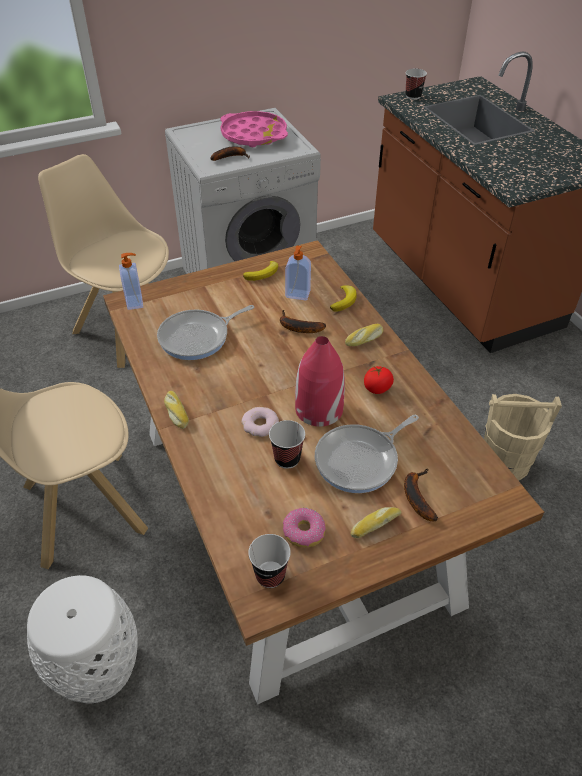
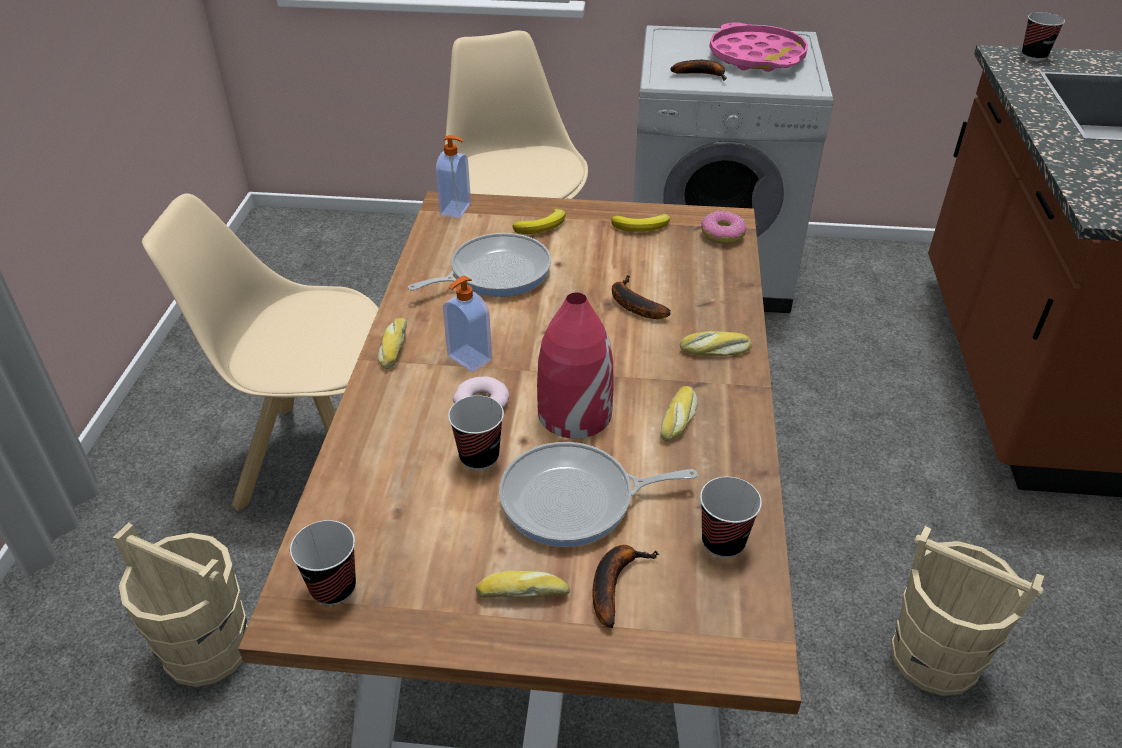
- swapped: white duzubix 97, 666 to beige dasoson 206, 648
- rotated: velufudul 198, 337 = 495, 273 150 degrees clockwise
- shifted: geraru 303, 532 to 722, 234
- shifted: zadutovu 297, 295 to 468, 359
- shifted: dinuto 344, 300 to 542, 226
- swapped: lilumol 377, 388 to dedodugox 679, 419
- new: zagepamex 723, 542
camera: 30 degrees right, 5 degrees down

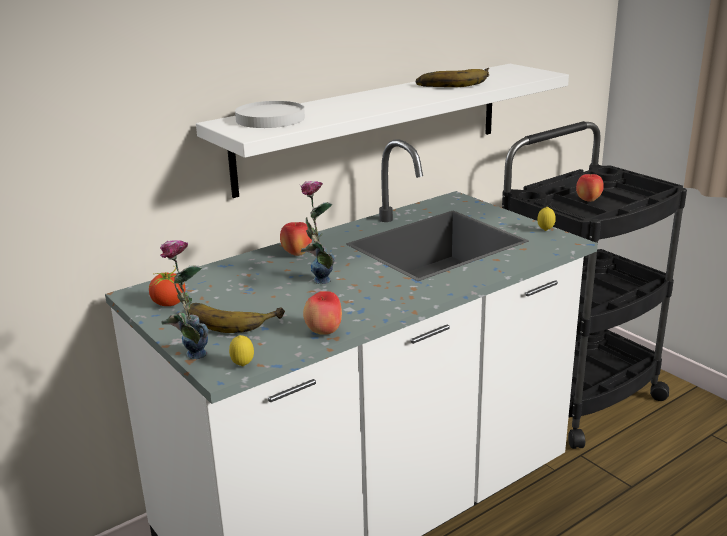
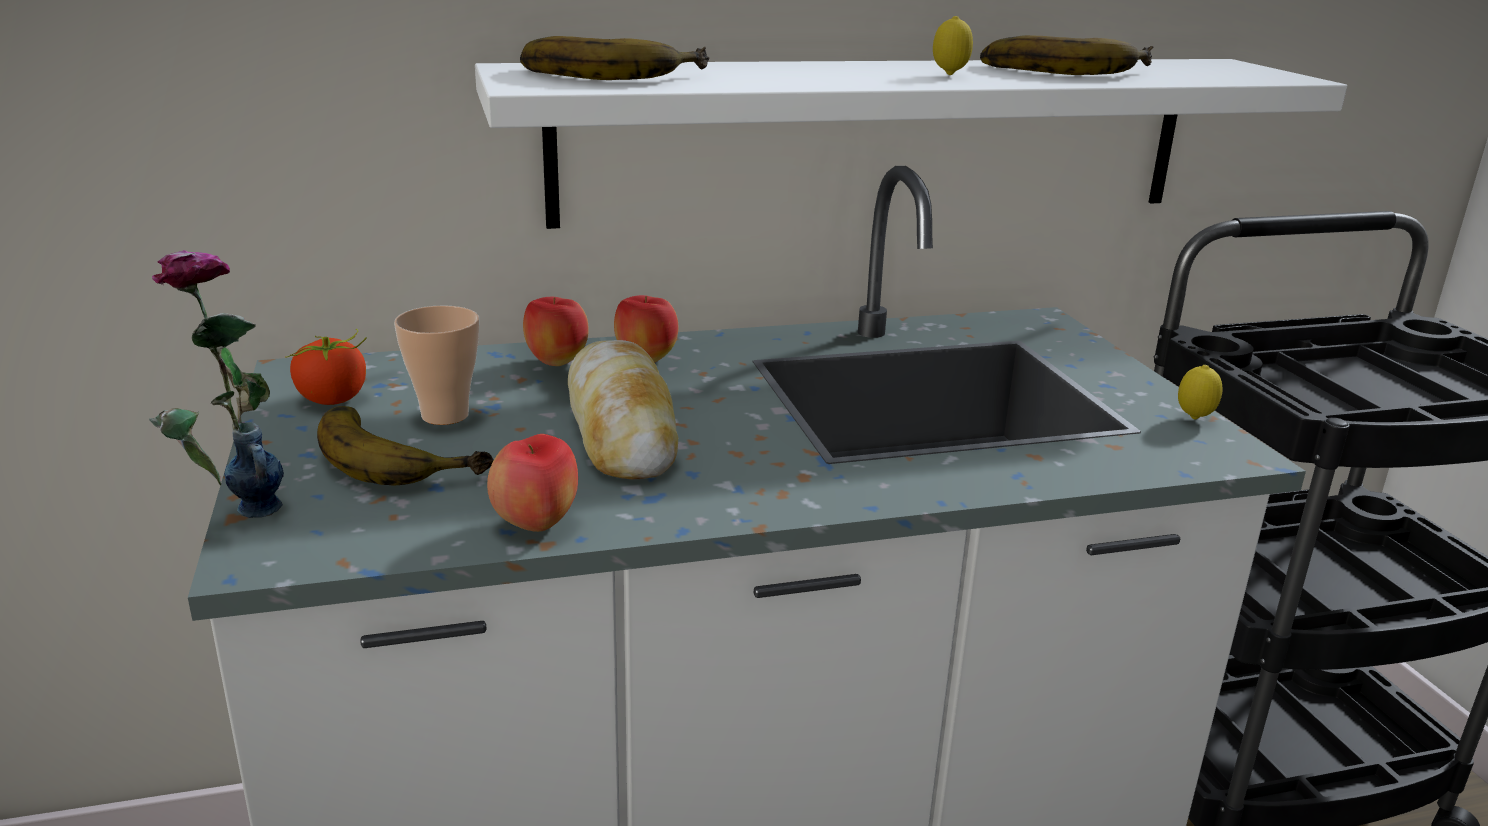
- shifted: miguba 243, 366 to 949, 75
- swapped: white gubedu 270, 119 to dinuto 610, 73
- swapped: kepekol 318, 286 to dedodugox 621, 428
- shifted: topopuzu 588, 200 to 556, 362
- new: zagepamex 445, 415
camera: 20 degrees right, 0 degrees up

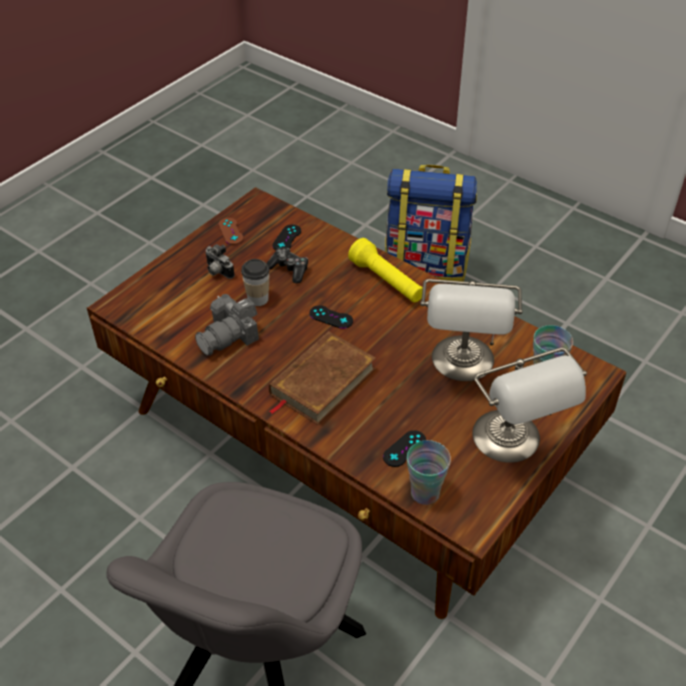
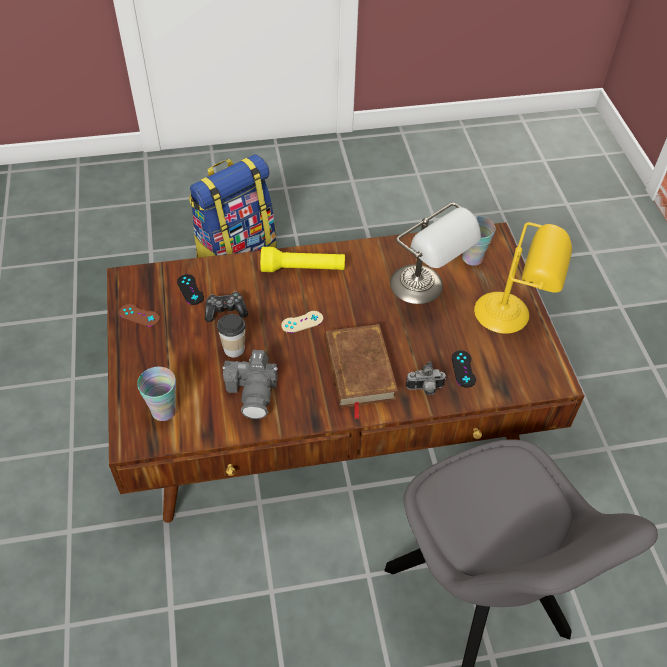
- shifted: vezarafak 217, 272 to 425, 389
- repainted: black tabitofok 331, 317 to beige tabitofok 302, 322
- shifted: zagepamex 425, 493 to 164, 411
- repainted: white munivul 514, 446 to yellow munivul 513, 314
camera: 50 degrees left, 5 degrees up

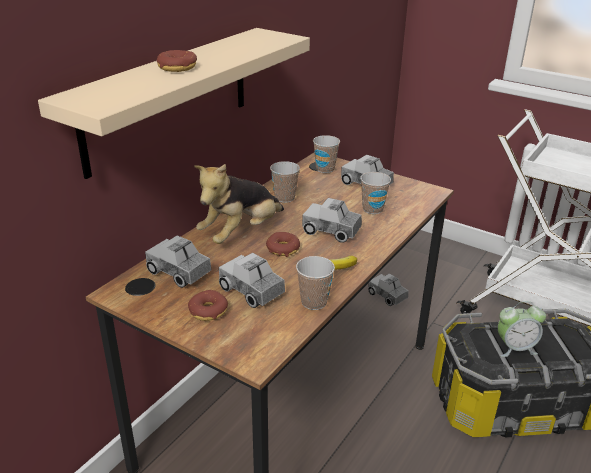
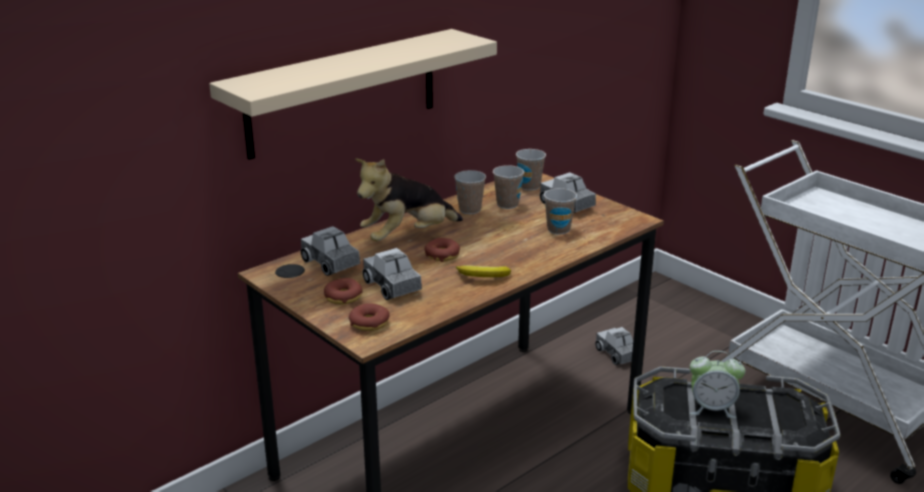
- shifted: geraru 177, 68 to 369, 323
- shifted: zagepamex 314, 302 to 507, 204
- gone: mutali 331, 231
camera: 15 degrees right, 5 degrees down

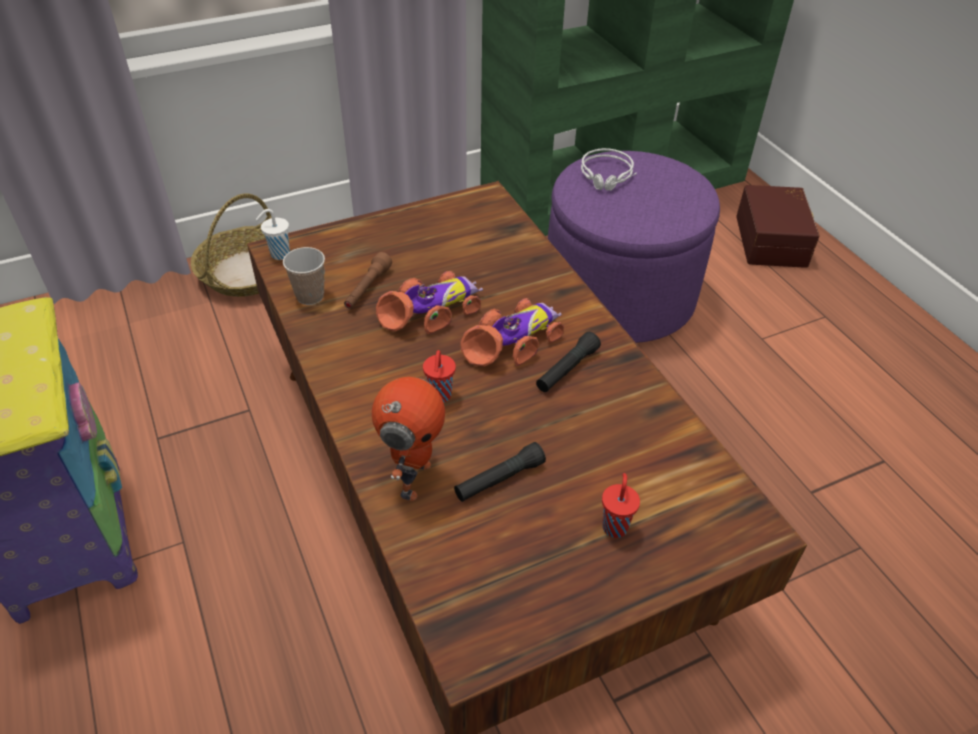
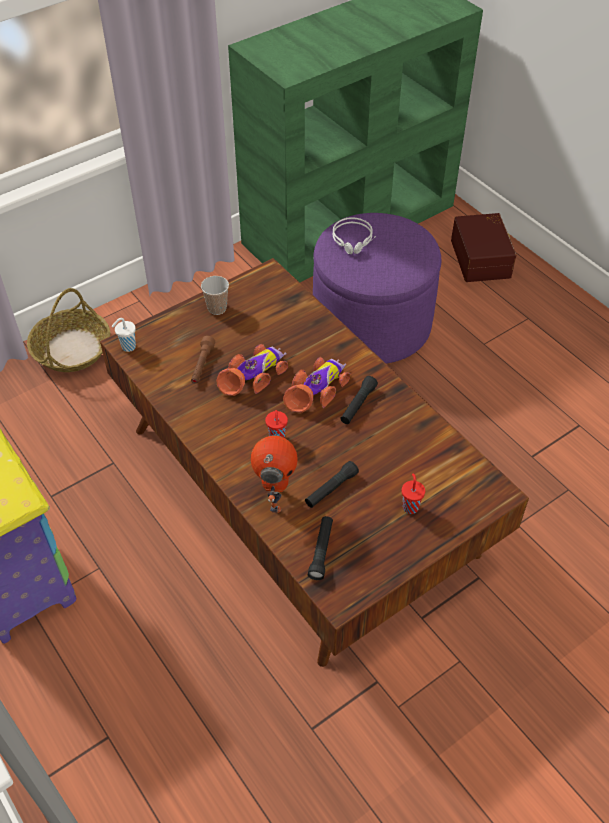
- shifted: zagepamex 310, 296 to 217, 308
- new: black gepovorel 321, 551
camera: 10 degrees left, 5 degrees up

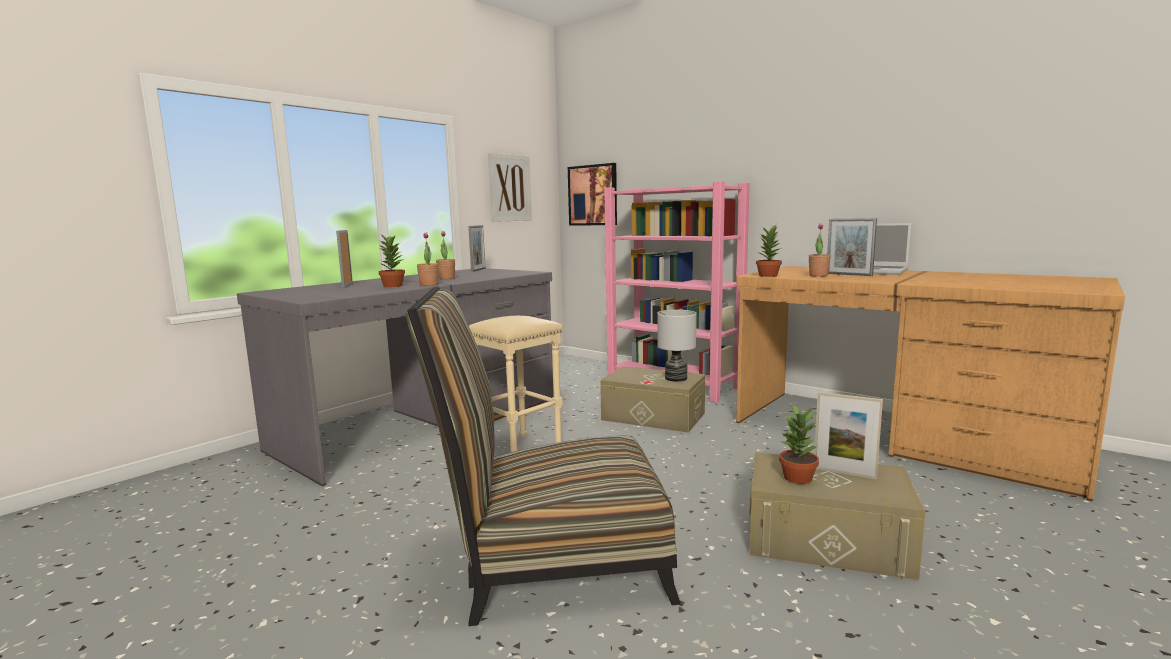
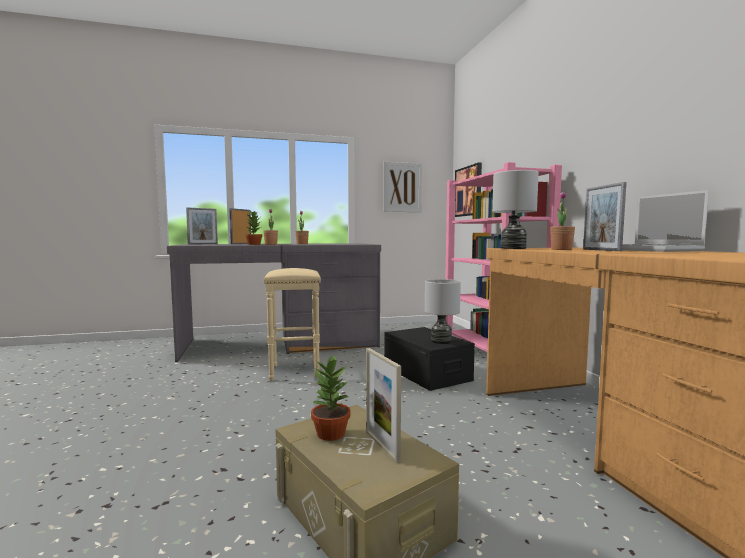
- gone: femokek 551, 563
- shifted: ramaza 478, 270 to 203, 244
- repainted: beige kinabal 653, 416 to black kinabal 426, 373
- swapped: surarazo 768, 275 to grey munivul 513, 248
camera: 35 degrees right, 5 degrees down

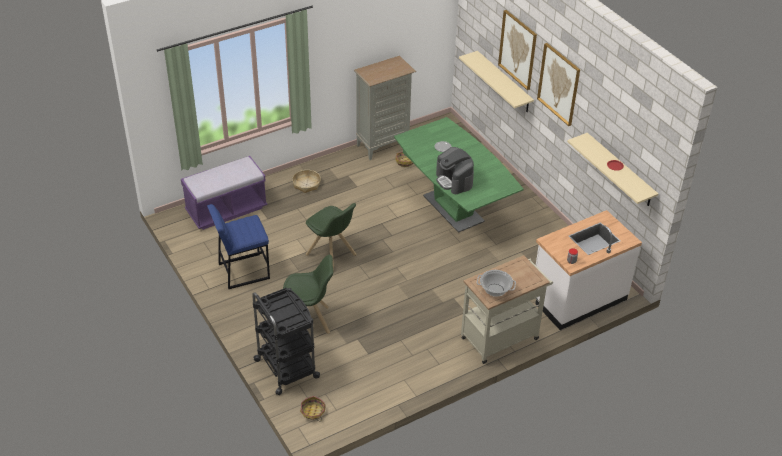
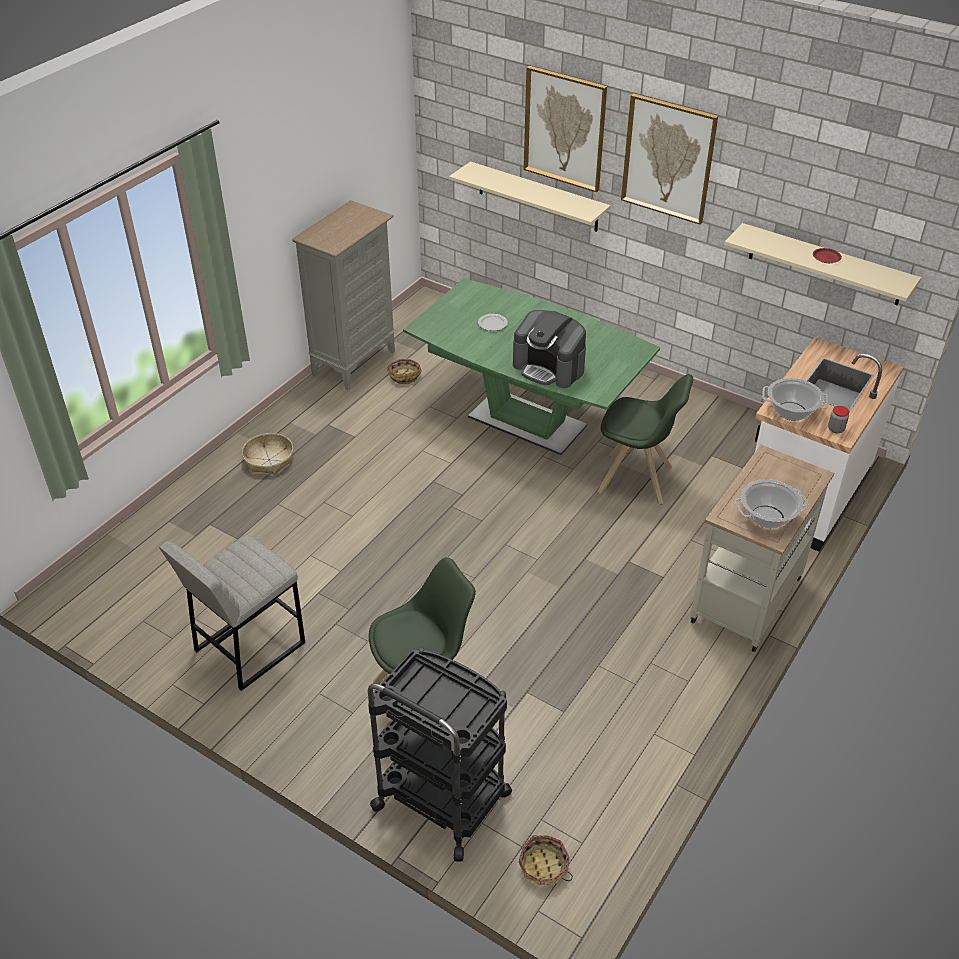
- gone: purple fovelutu 226, 210
- repainted: blue femokek 242, 271 to grey femokek 247, 648
- shifted: green femokek 331, 254 to 636, 479
- new: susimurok 792, 411
camera: 25 degrees left, 0 degrees up

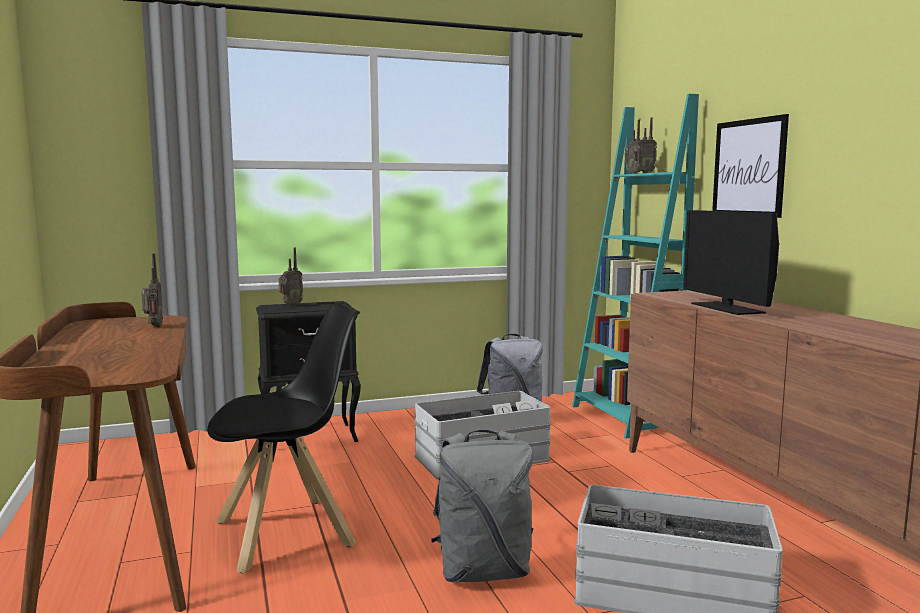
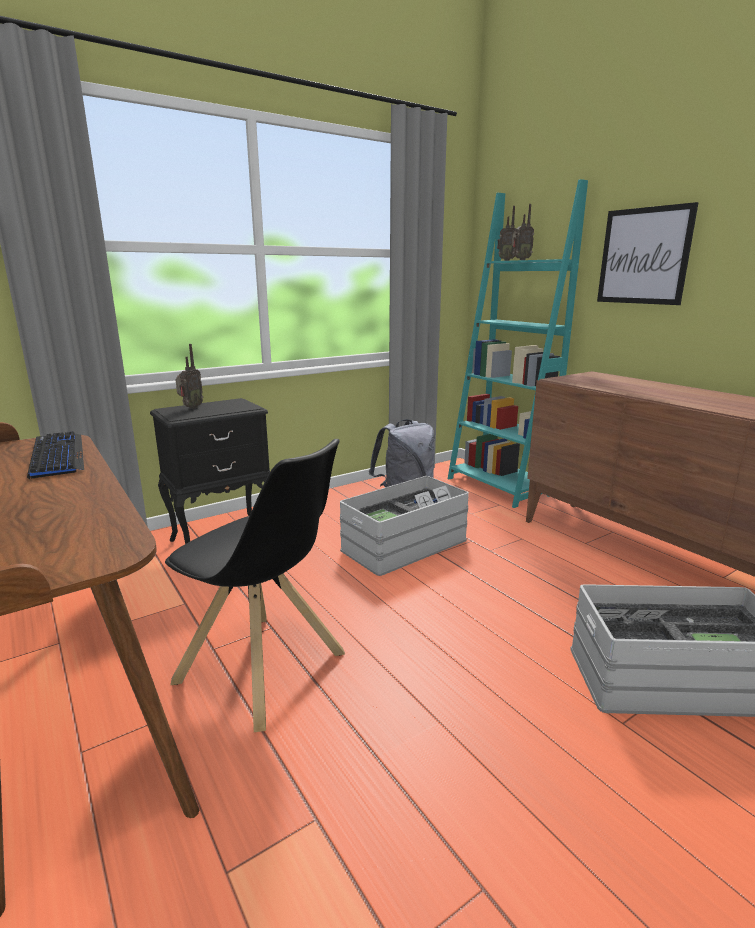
- swapped: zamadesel 153, 327 to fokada 57, 456
- rotated: black femokek 289, 532 = 264, 669 75 degrees clockwise
- gone: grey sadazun 483, 571
- gone: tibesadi 726, 308
camera: 15 degrees left, 10 degrees up

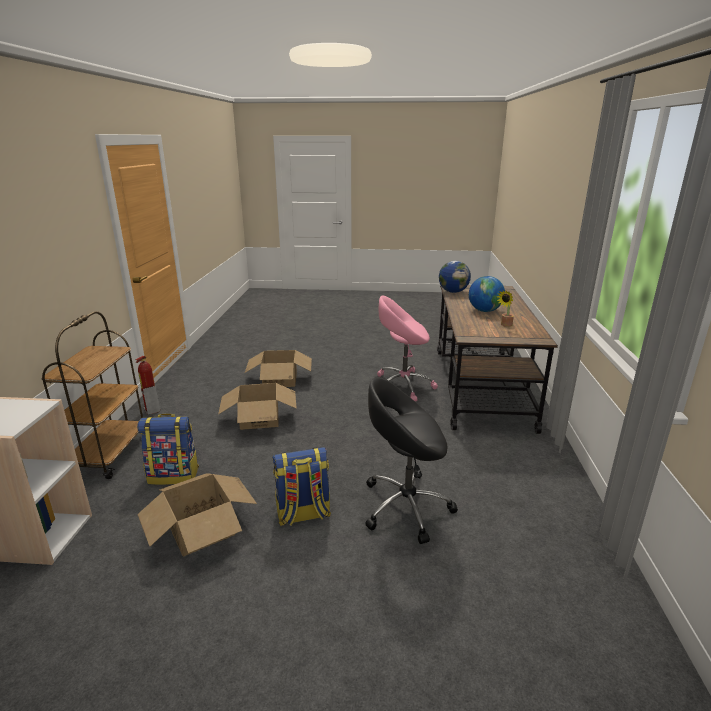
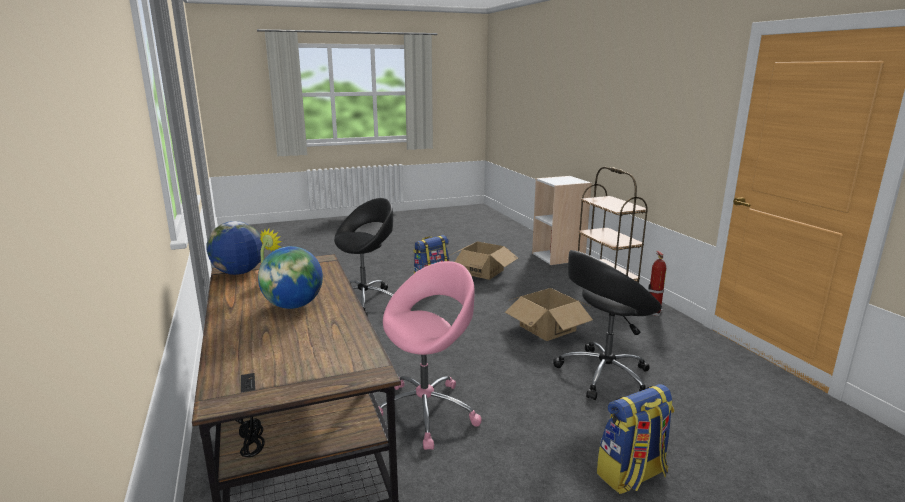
- shifted: sadazun 174, 475 to 632, 475
- swapped: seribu 280, 380 to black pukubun 602, 376
- shifted: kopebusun 453, 292 to 239, 273
camera: 155 degrees right, 5 degrees down

